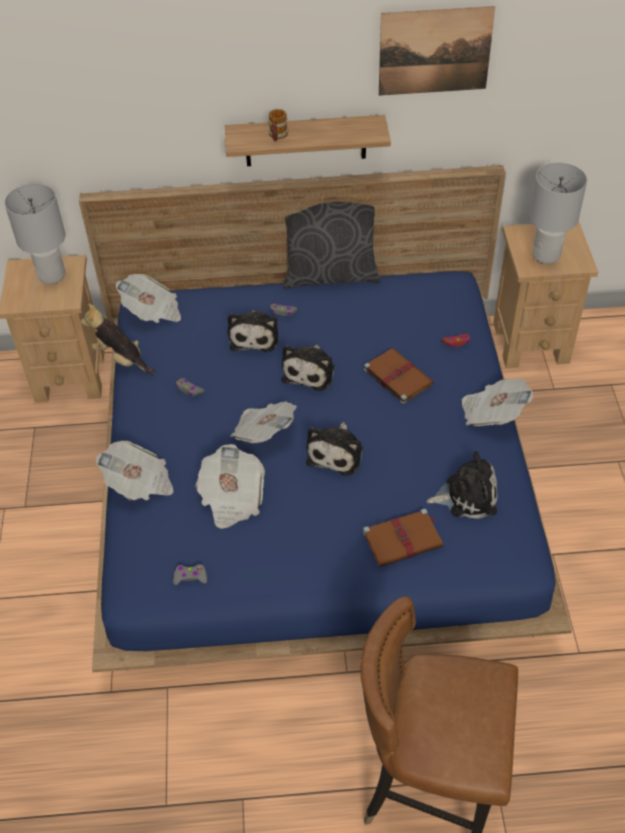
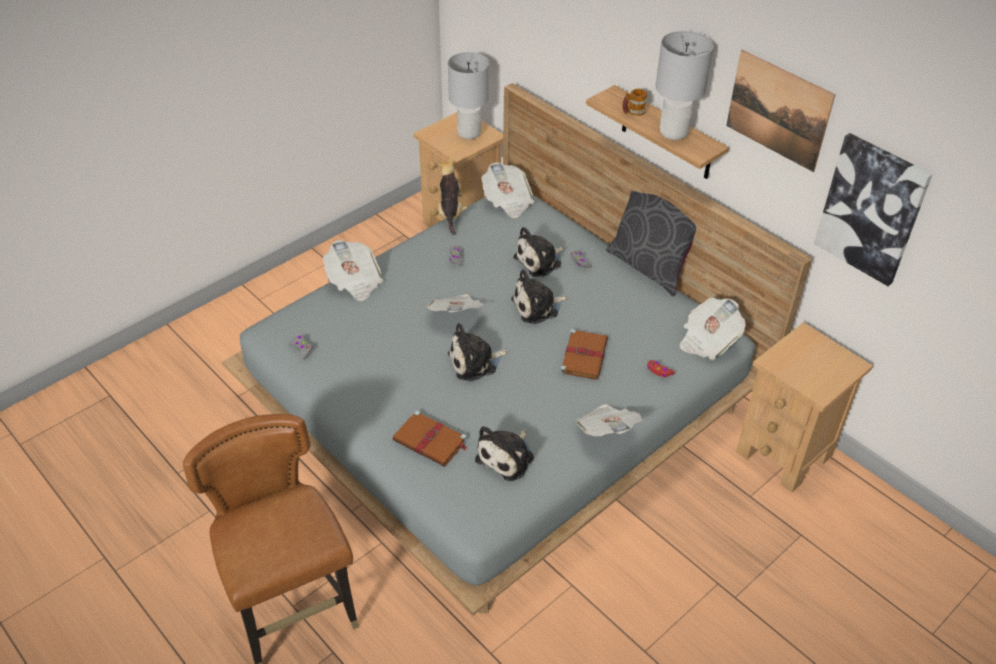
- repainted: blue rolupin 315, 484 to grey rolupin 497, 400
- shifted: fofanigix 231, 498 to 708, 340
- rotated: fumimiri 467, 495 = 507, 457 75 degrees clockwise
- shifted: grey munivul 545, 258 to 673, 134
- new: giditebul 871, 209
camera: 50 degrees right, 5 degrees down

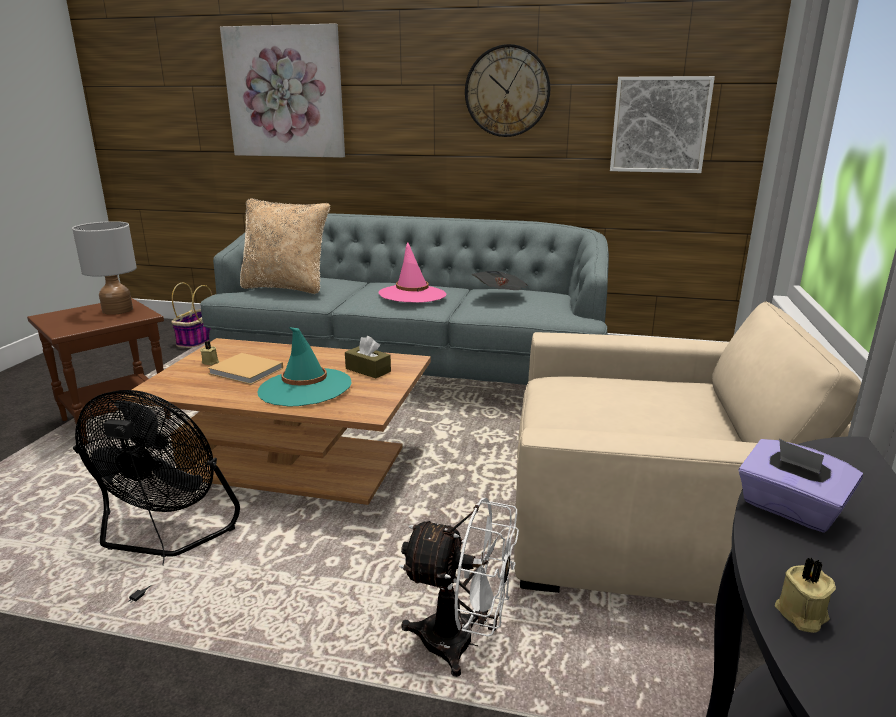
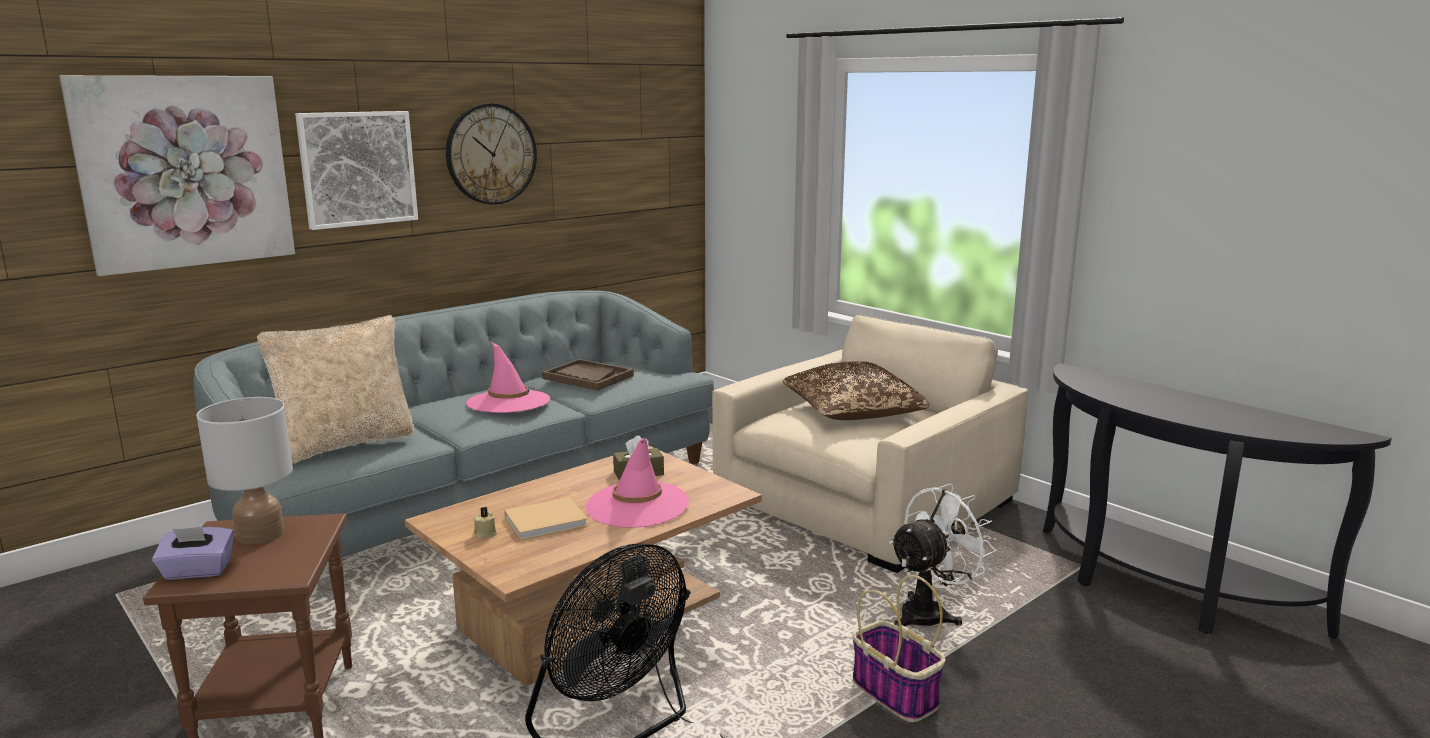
- shifted: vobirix 198, 341 to 896, 694
- repainted: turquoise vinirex 305, 388 to pink vinirex 637, 505
- swapped: fofanigix 501, 296 to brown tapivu 587, 377
- shifted: giditebul 659, 125 to 358, 168
- shifted: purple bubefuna 790, 509 to 197, 571
- gone: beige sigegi 800, 614
- new: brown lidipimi 852, 409
camera: 55 degrees left, 5 degrees down

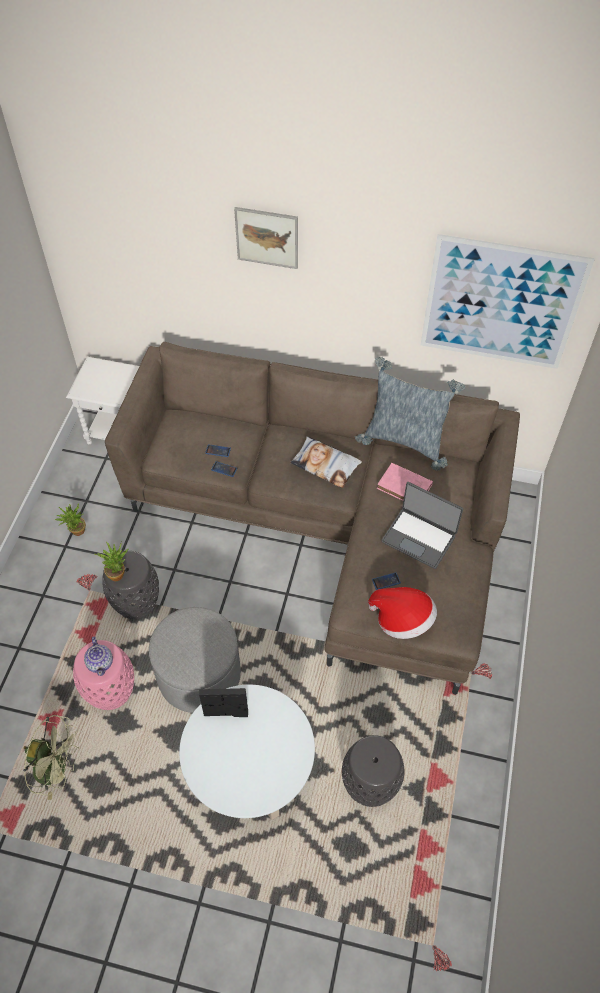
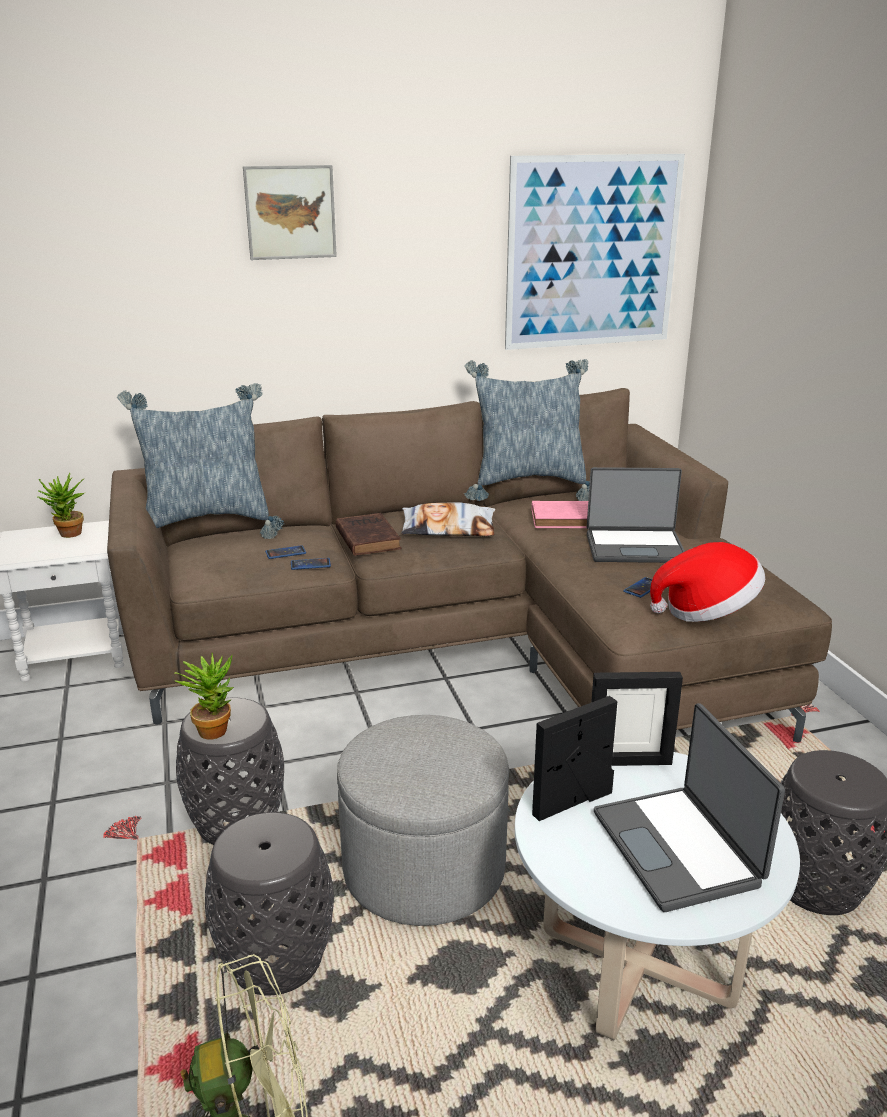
- shifted: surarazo 76, 532 to 68, 535
- repainted: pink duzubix 110, 690 to grey duzubix 276, 958
- gone: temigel 100, 662
- new: lidipimi 207, 535
- new: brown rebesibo 367, 538
- new: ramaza 628, 761
- new: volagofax 679, 848
camera: 30 degrees left, 30 degrees down

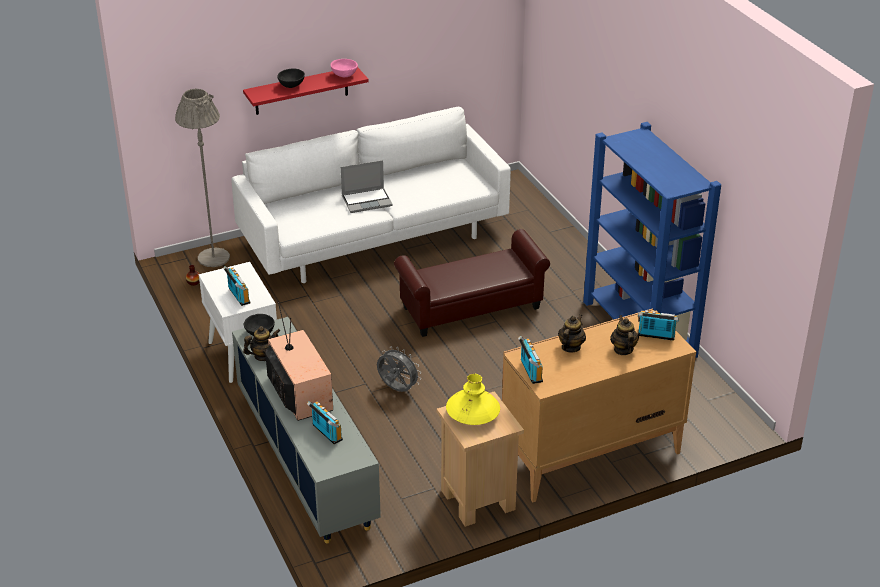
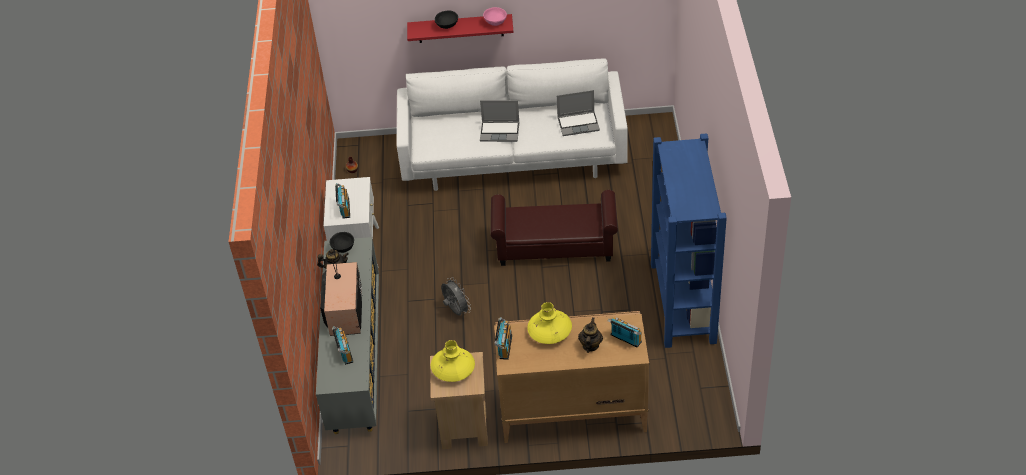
- gone: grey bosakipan 213, 258
- swapped: temigel 570, 347 to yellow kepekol 549, 332
- new: volagofax 579, 124
camera: 25 degrees right, 10 degrees up

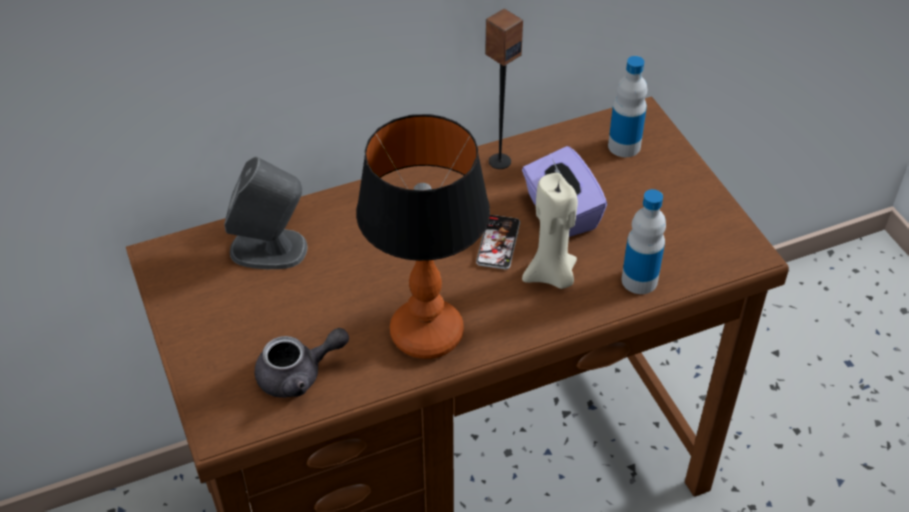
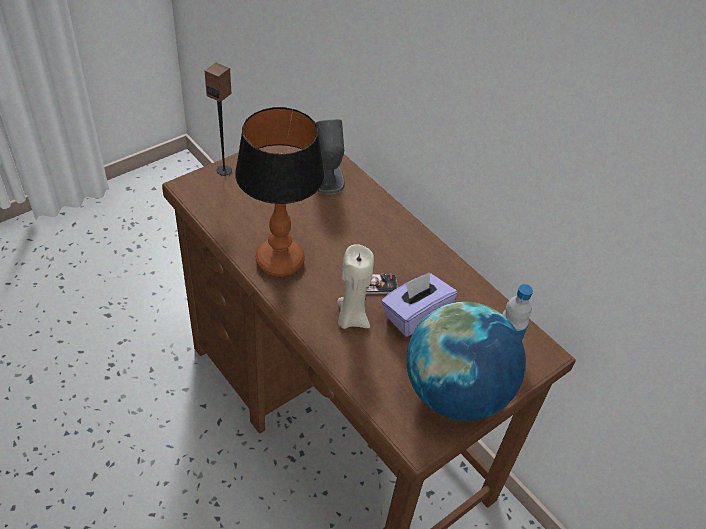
- gone: grey temigel 299, 375
- shifted: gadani 499, 161 to 224, 170
- gone: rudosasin 639, 280
- new: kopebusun 455, 393
camera: 70 degrees right, 0 degrees up

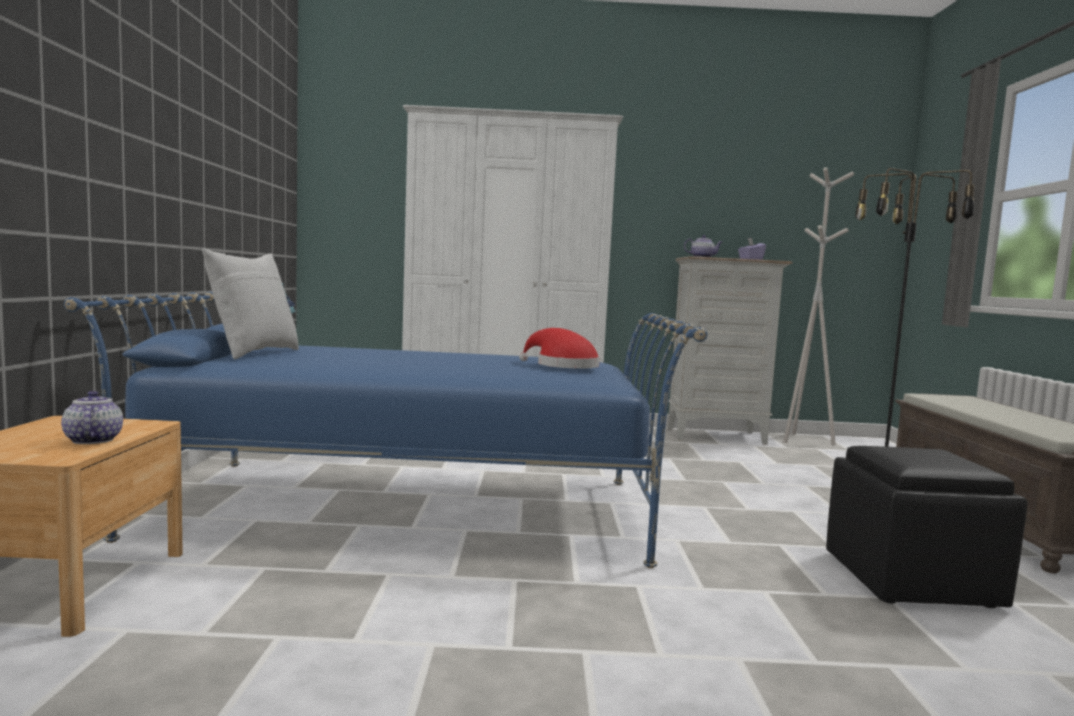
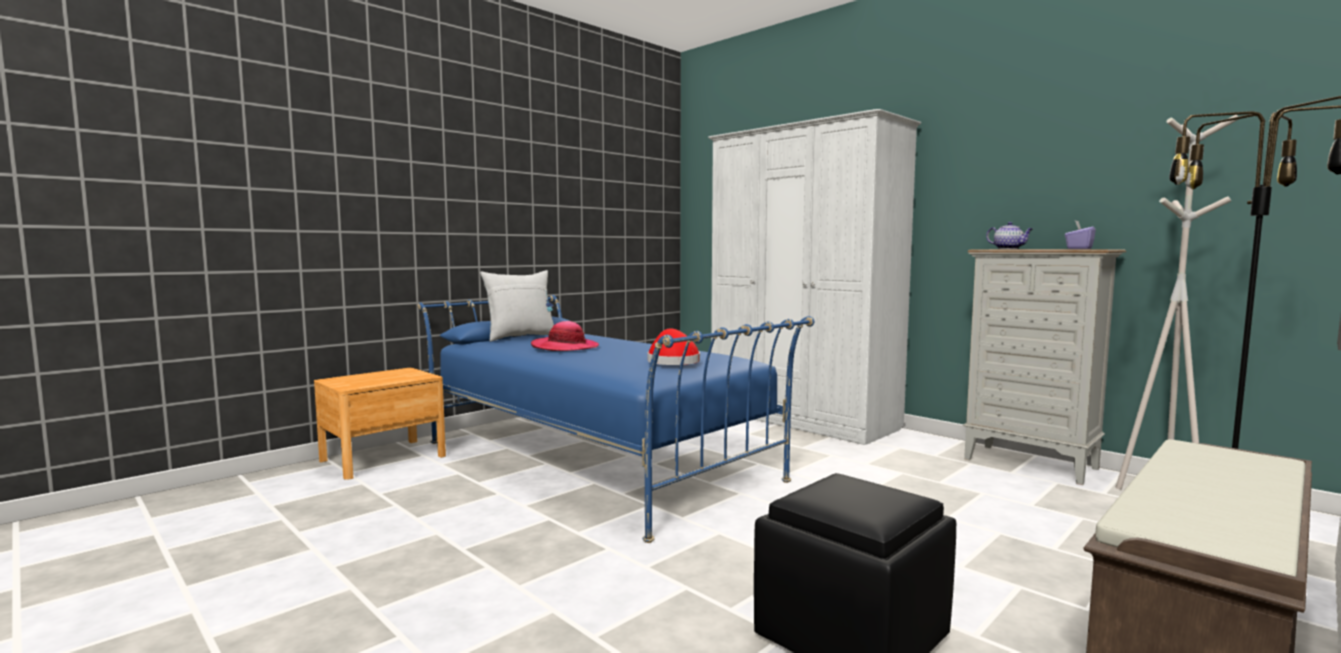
- gone: temigel 92, 440
- new: vinirex 565, 347
camera: 45 degrees right, 0 degrees up

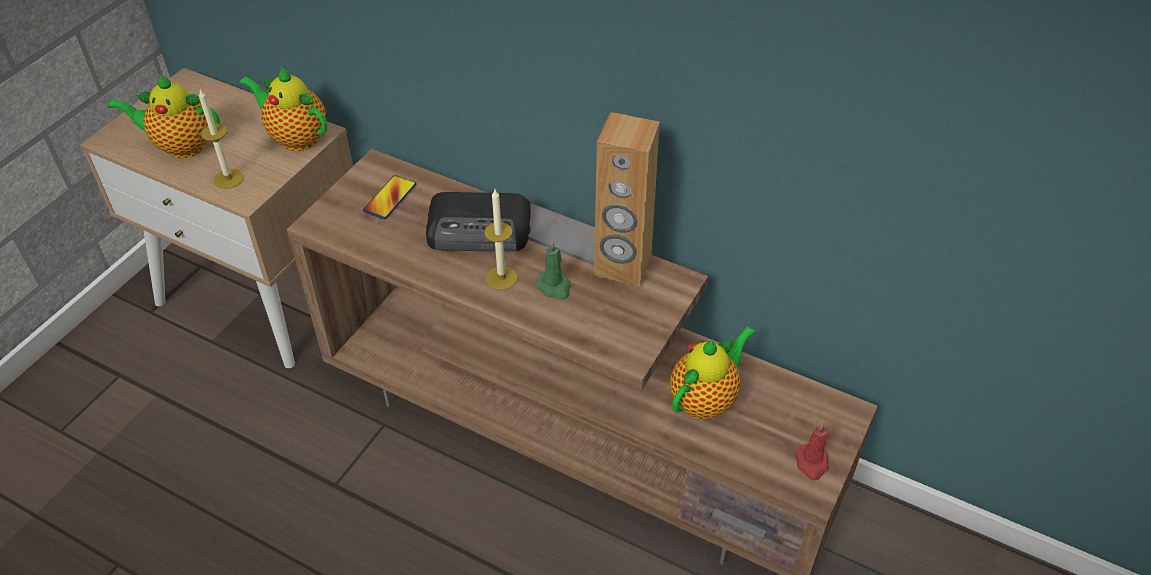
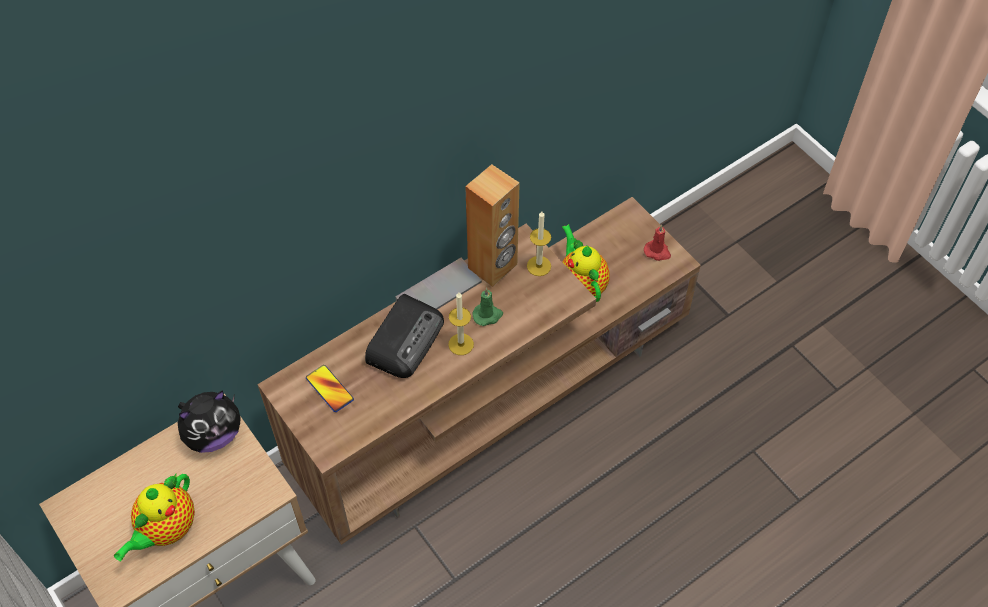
- shifted: sigegi 228, 179 to 539, 266
- swapped: temigel 296, 138 to fumimiri 213, 434
camera: 65 degrees left, 10 degrees up

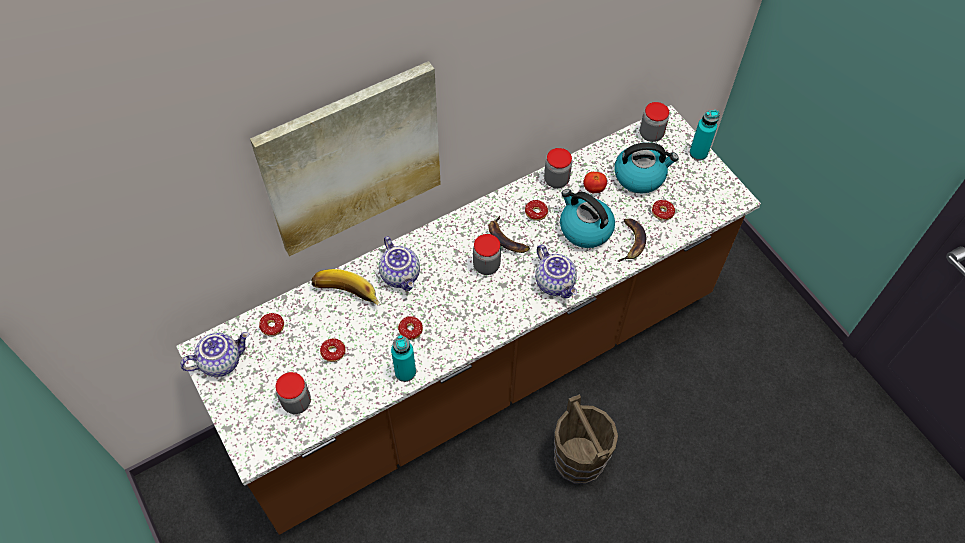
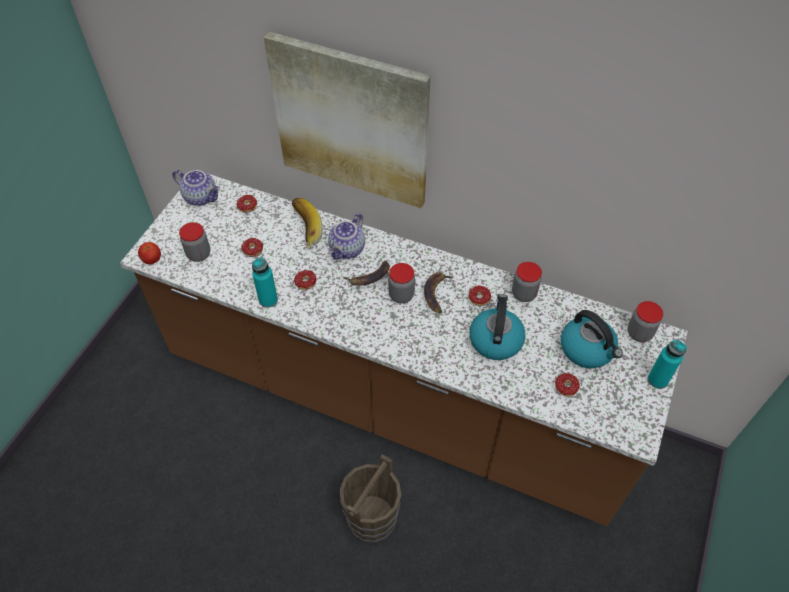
- gone: temigel 556, 283
- shifted: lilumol 594, 188 to 152, 259
- shifted: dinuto 631, 242 to 369, 277
camera: 55 degrees right, 5 degrees down

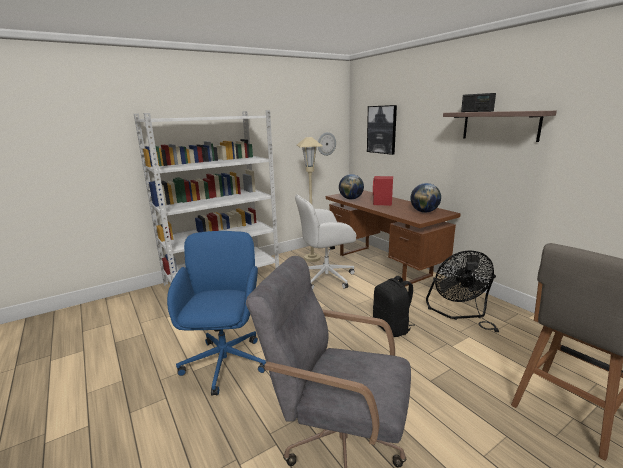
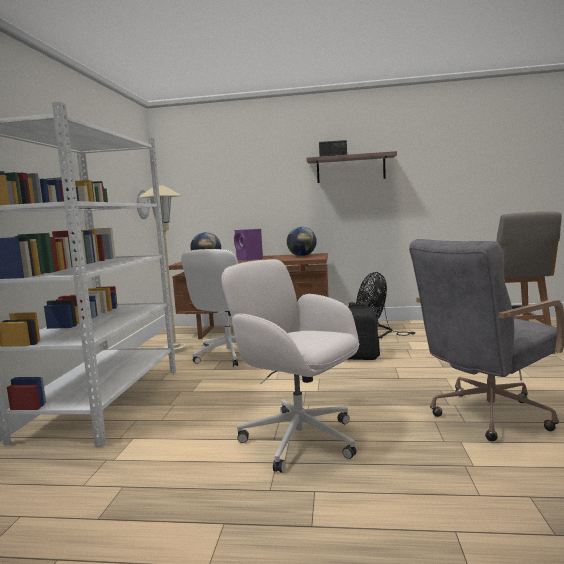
- repainted: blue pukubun 225, 363 to white pukubun 300, 439
- gone: giditebul 382, 129
- repainted: red gadani 382, 203 to purple gadani 249, 259
camera: 50 degrees left, 10 degrees down

